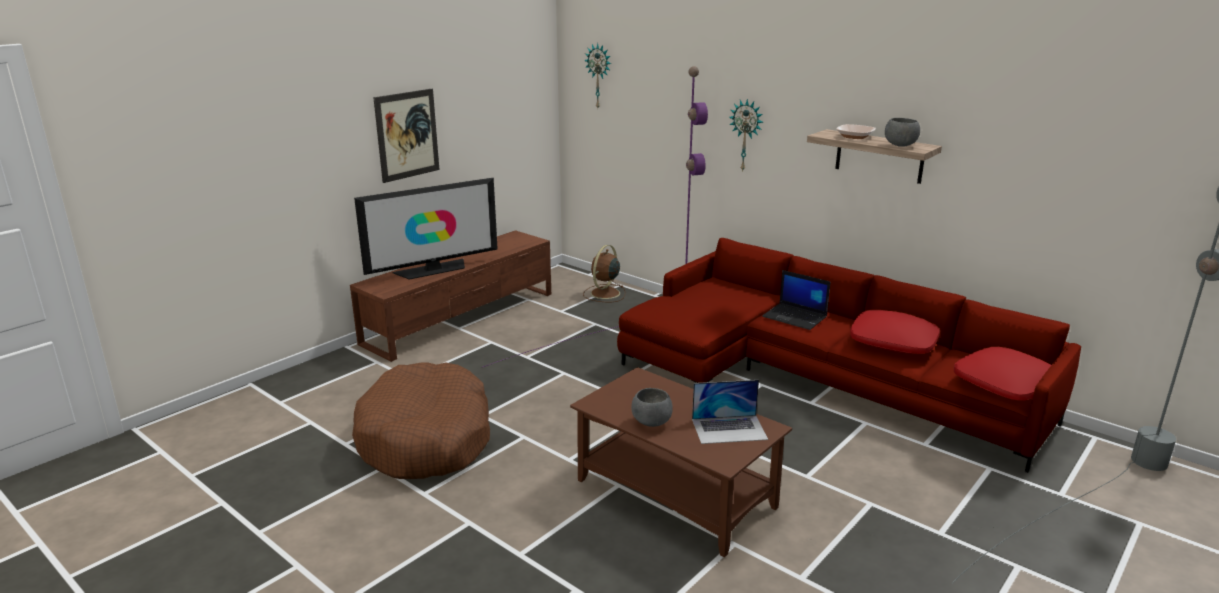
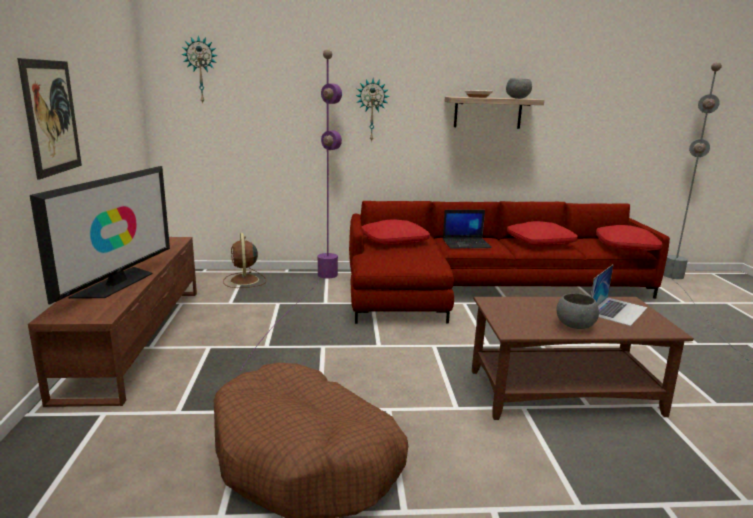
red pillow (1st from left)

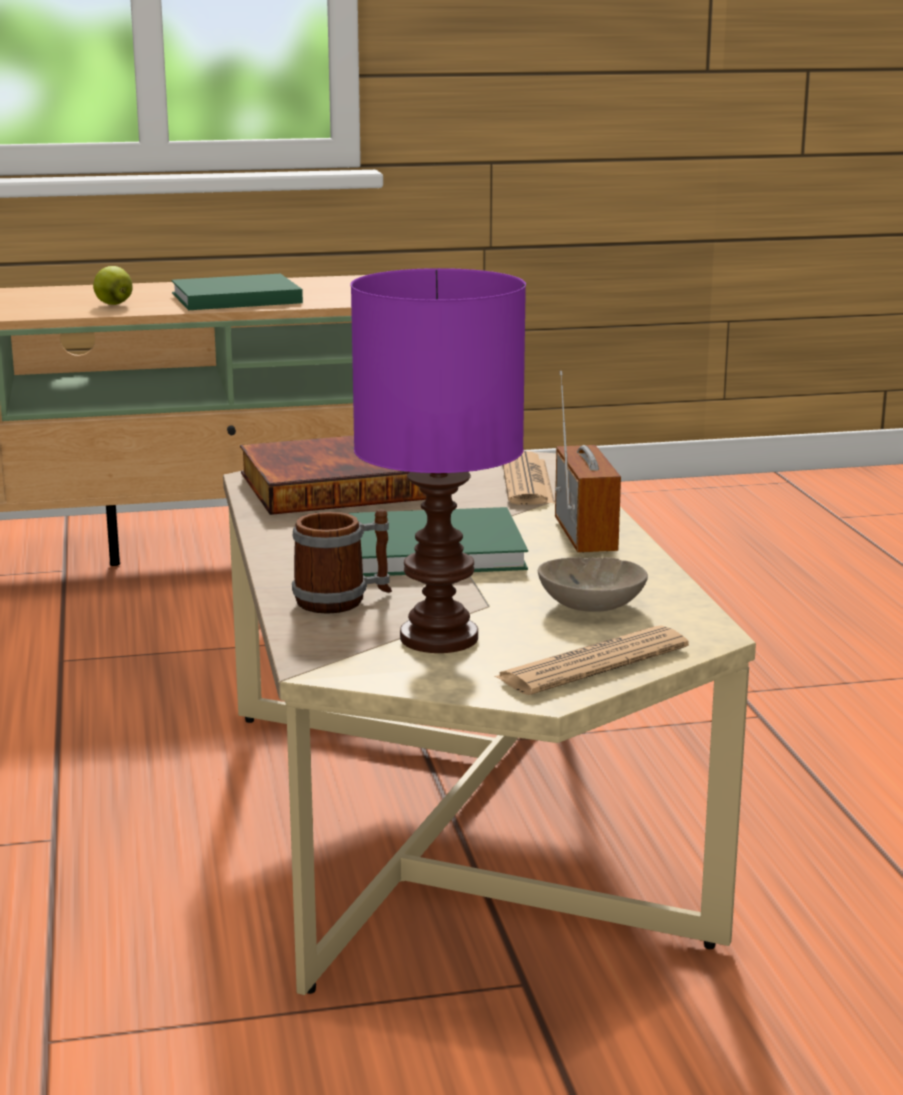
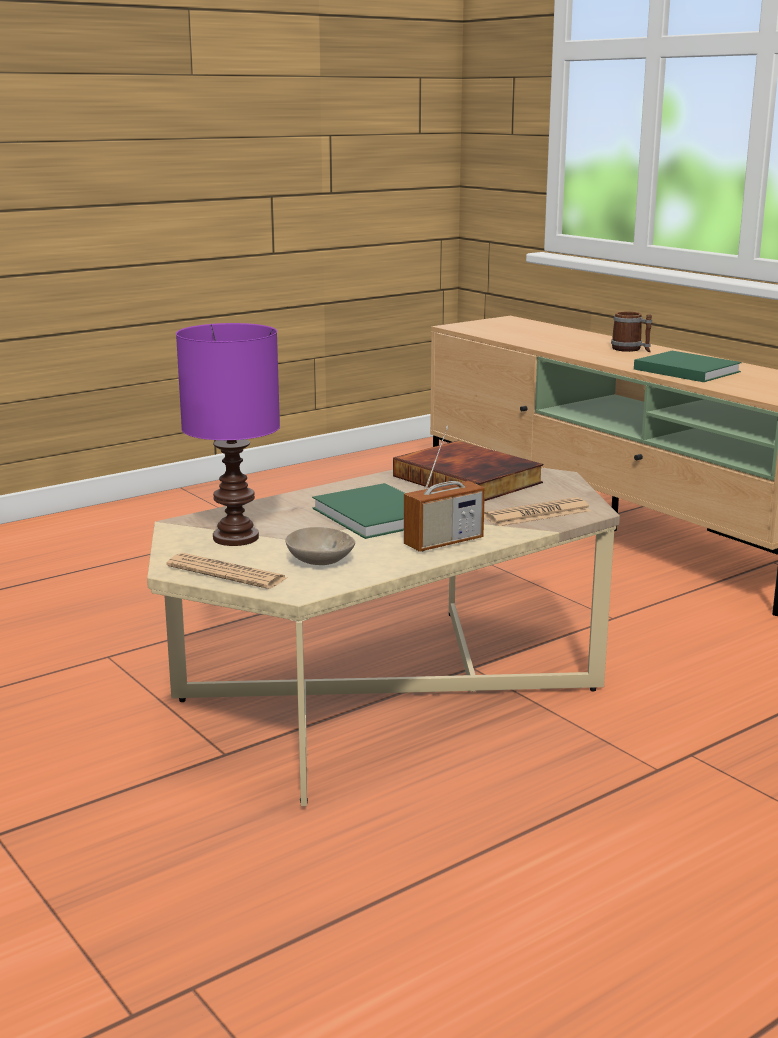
apple
mug

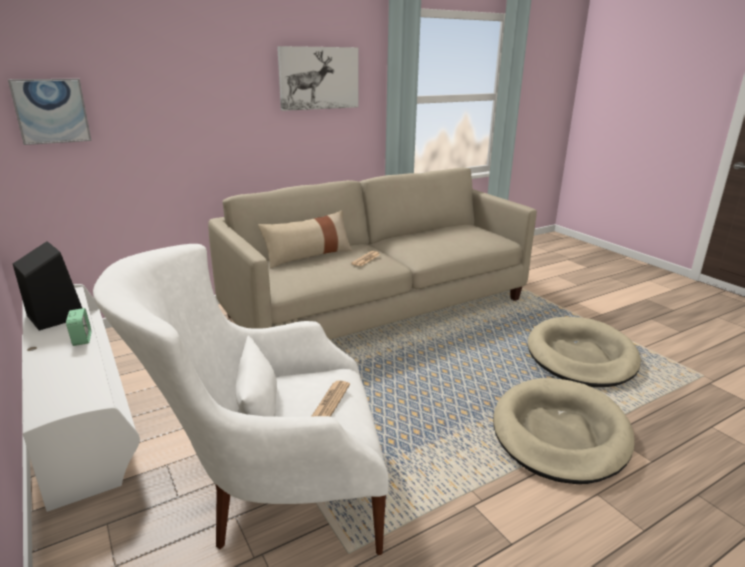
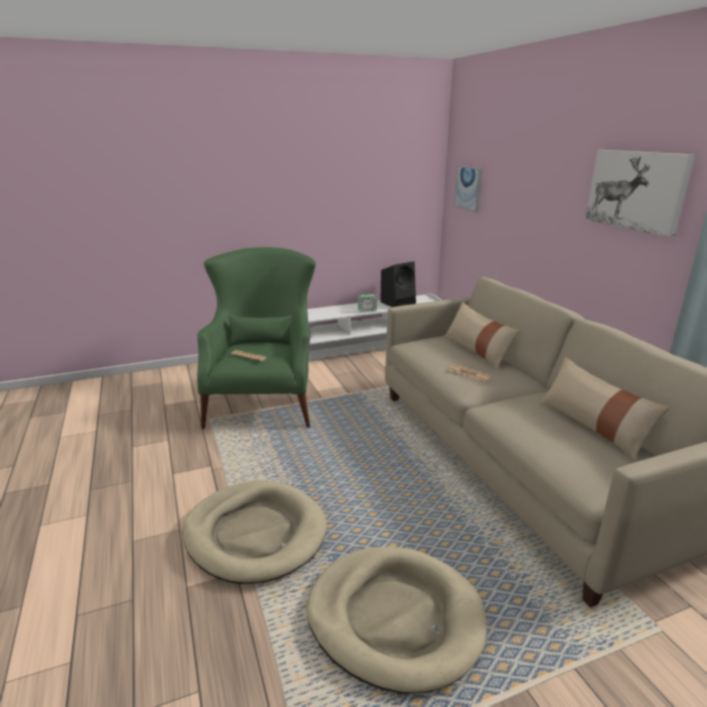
green armchair
beige pillow (2nd from left)

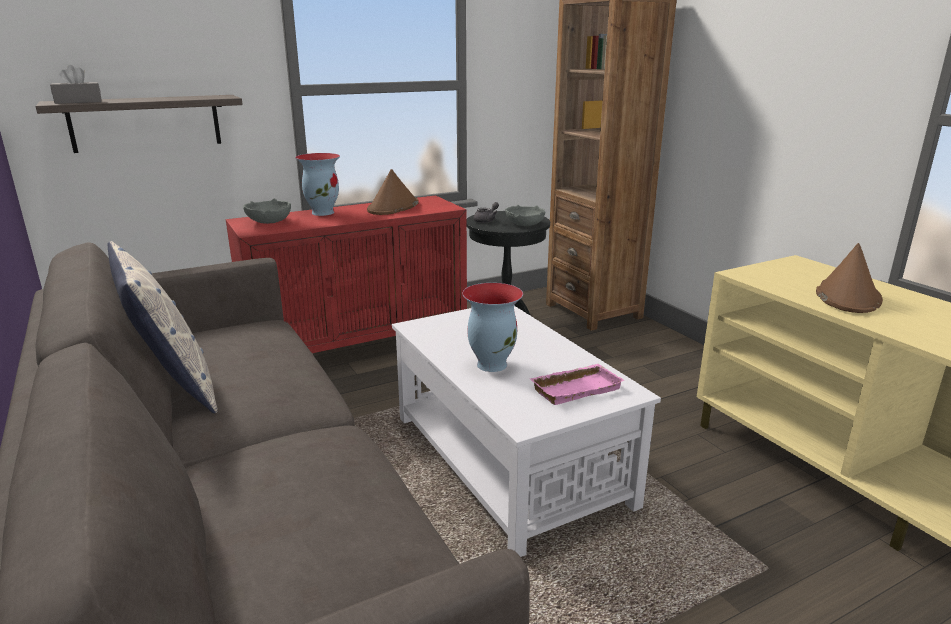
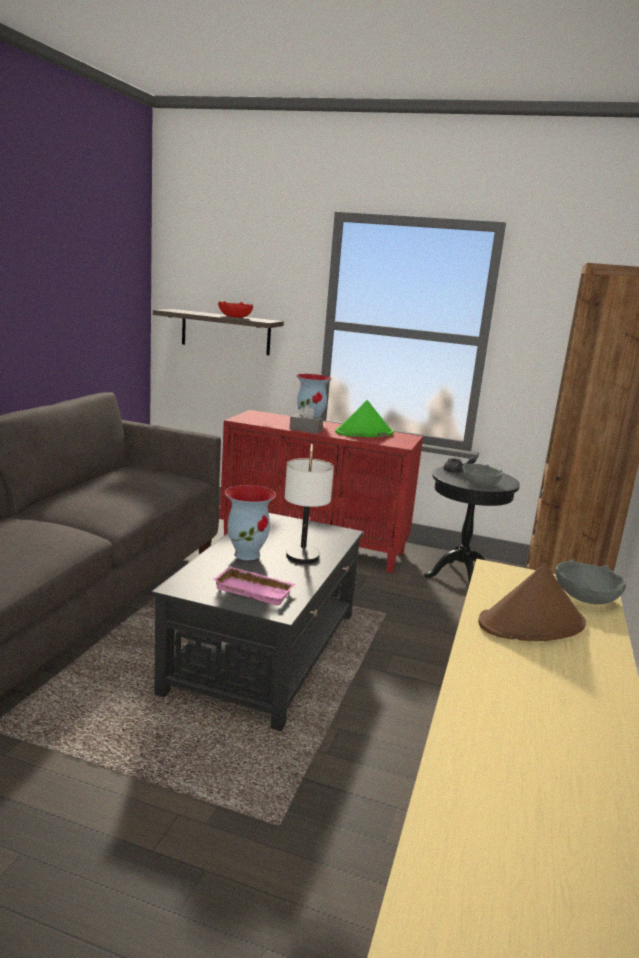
grey tissue box
pillow
grey bowl (2nd from left)
green hat
black coffee table
red bowl
table lamp

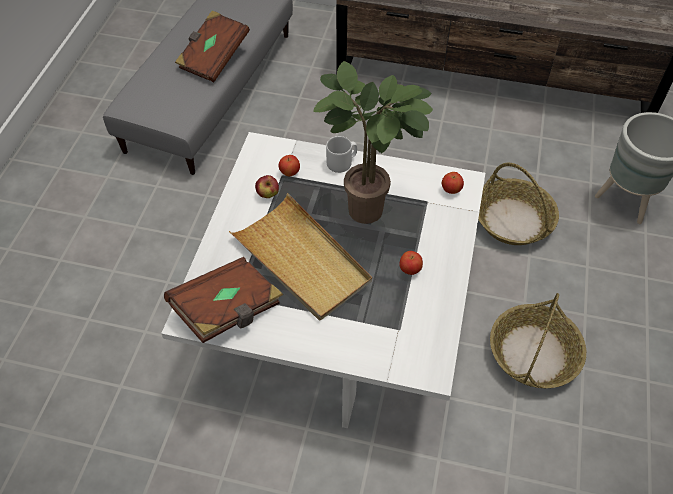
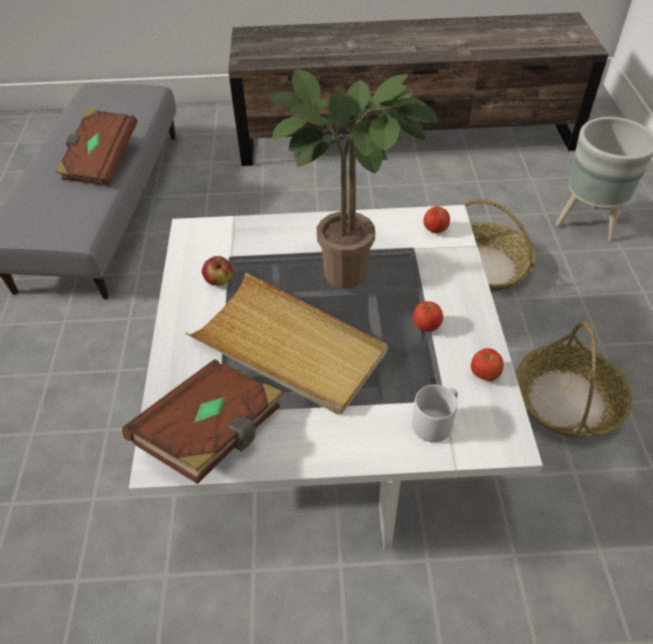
apple (4th from left)
grey mug

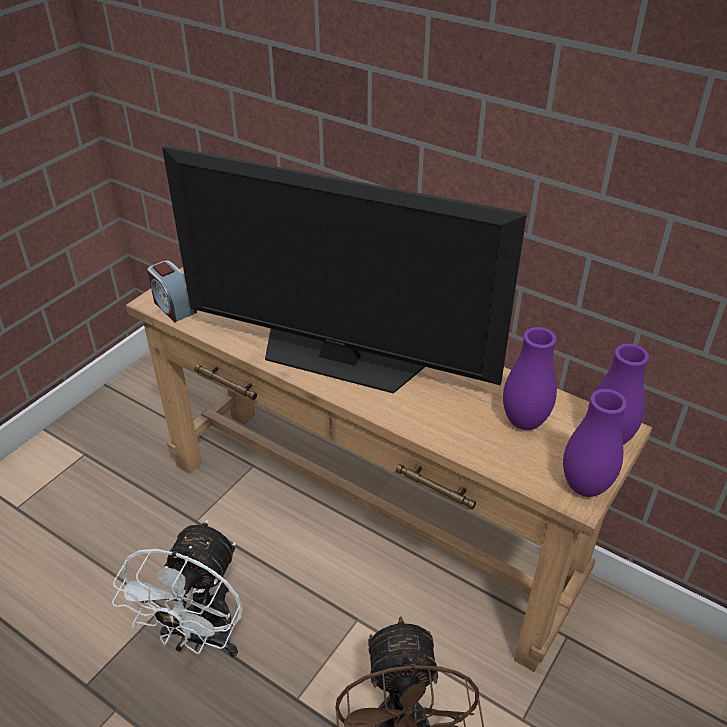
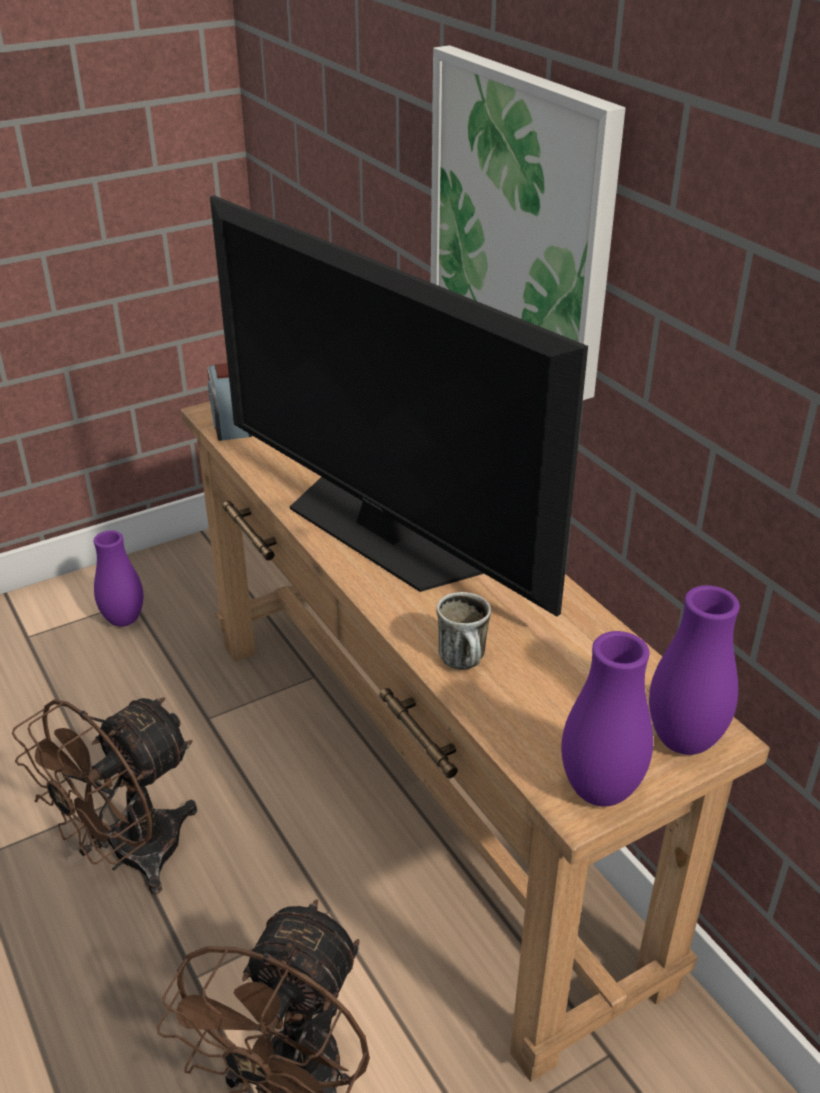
brown fan (1st from left)
purple vase (1st from left)
picture
mug

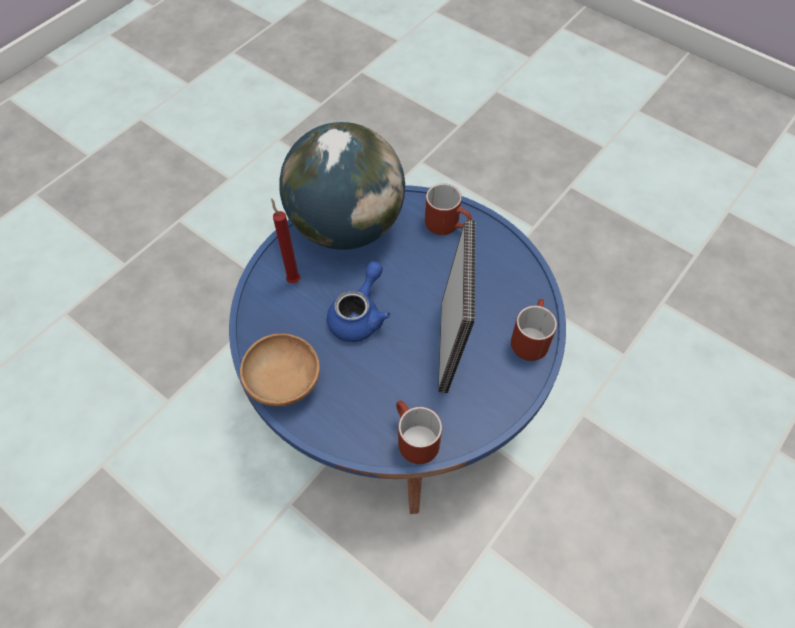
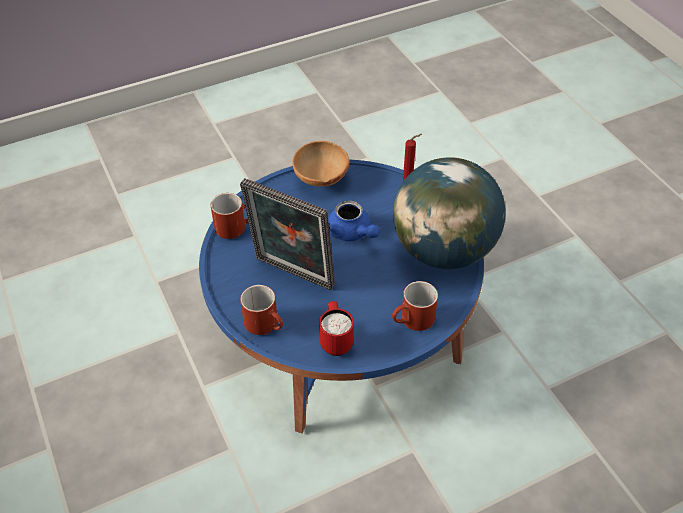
red mug (3rd from left)

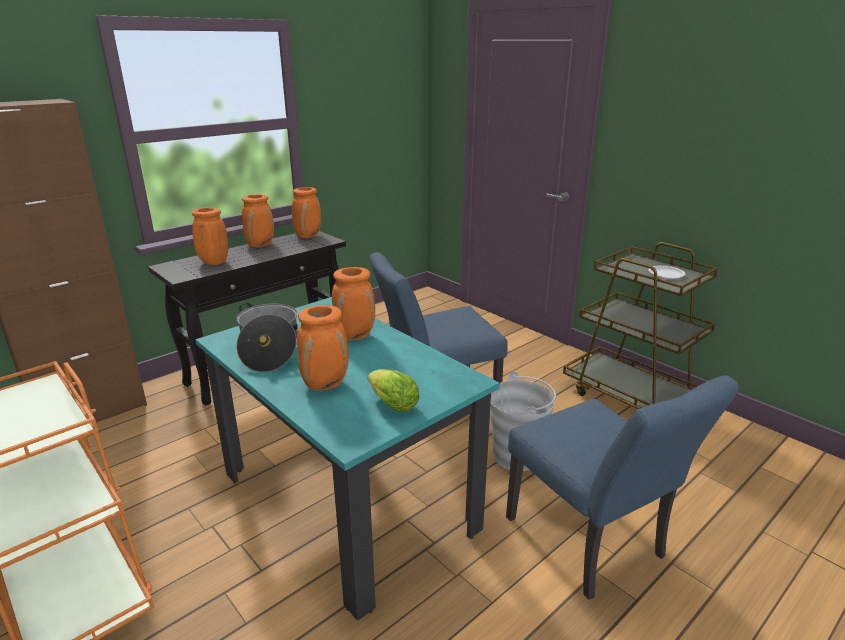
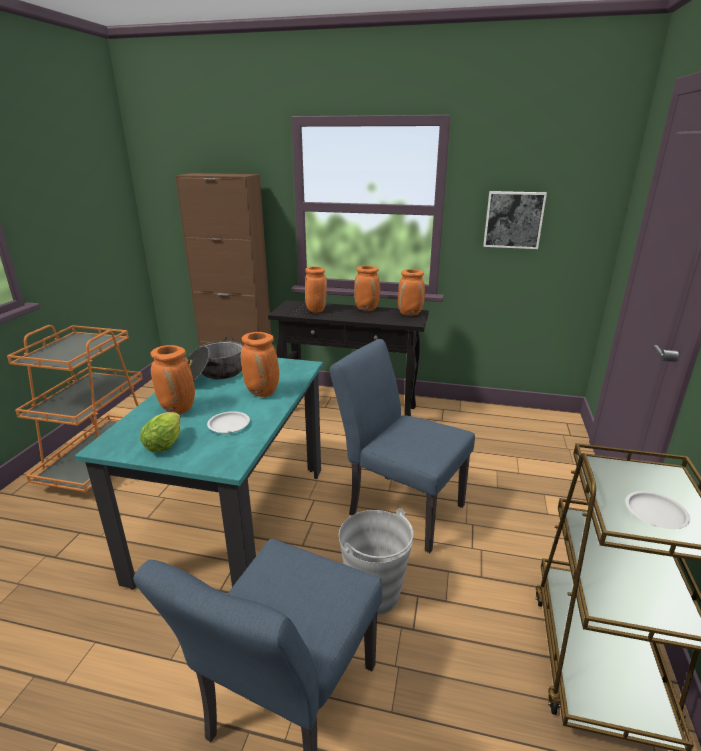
white plate (1st from left)
picture

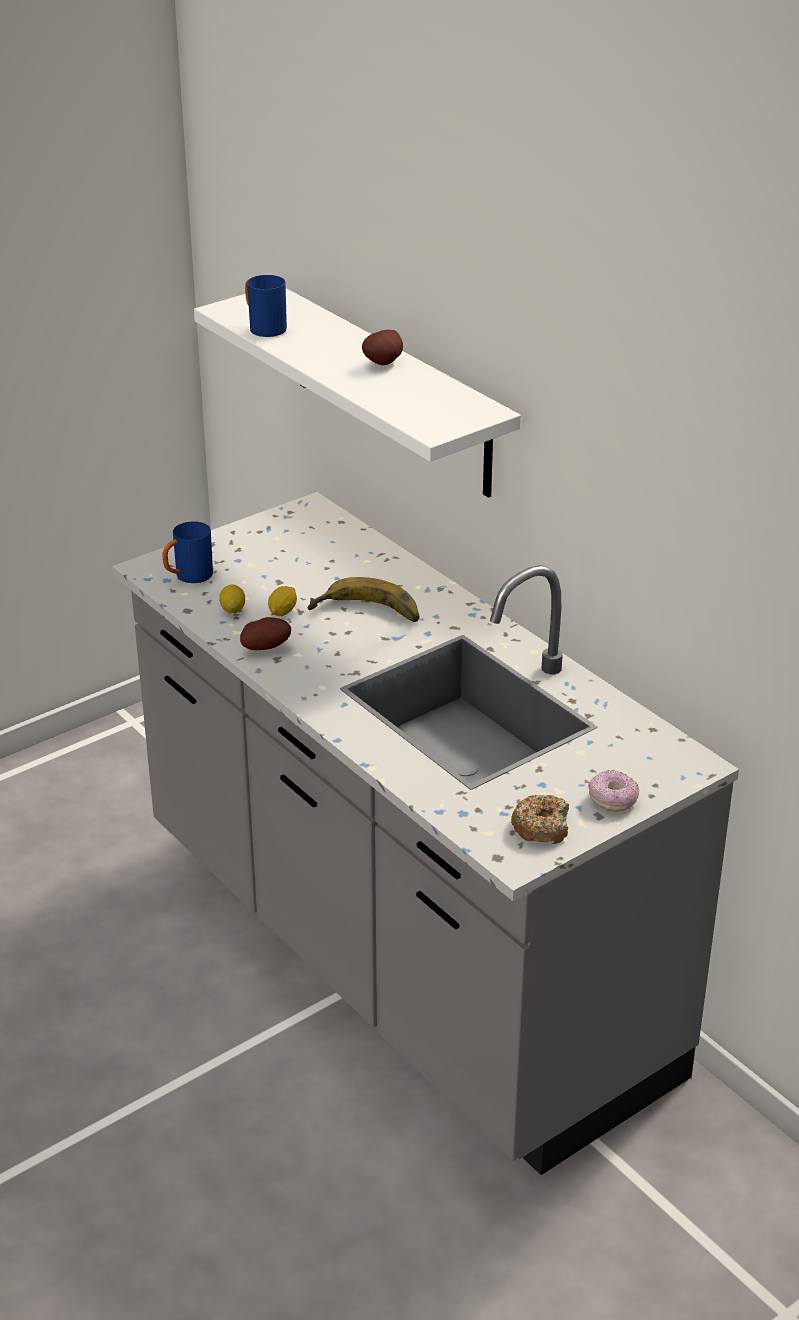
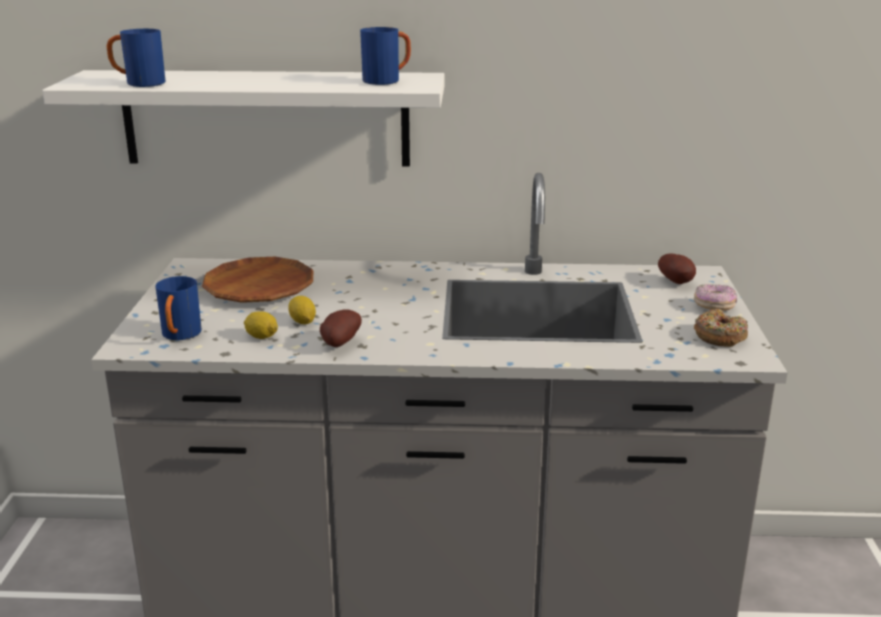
banana
potato (2nd from left)
brown plate
blue mug (3rd from left)

